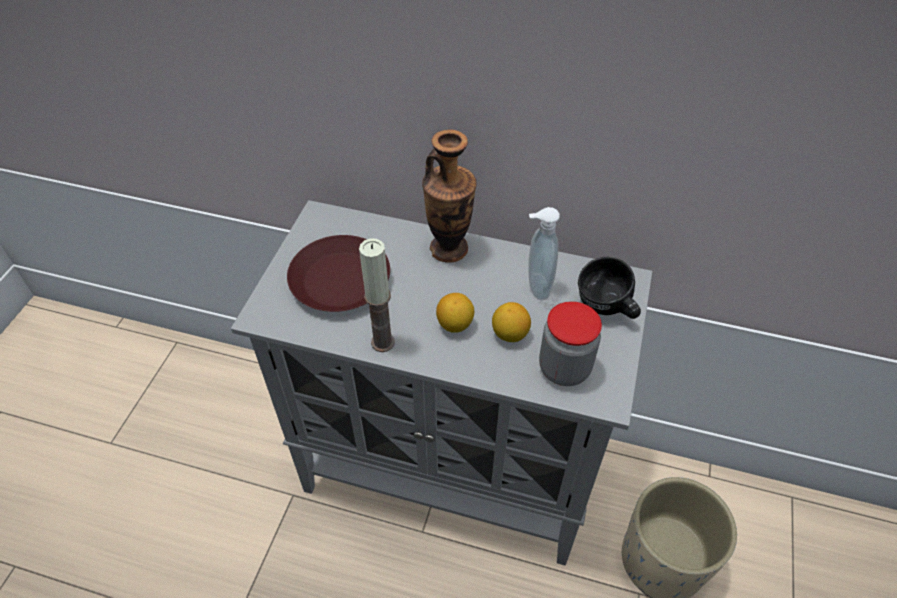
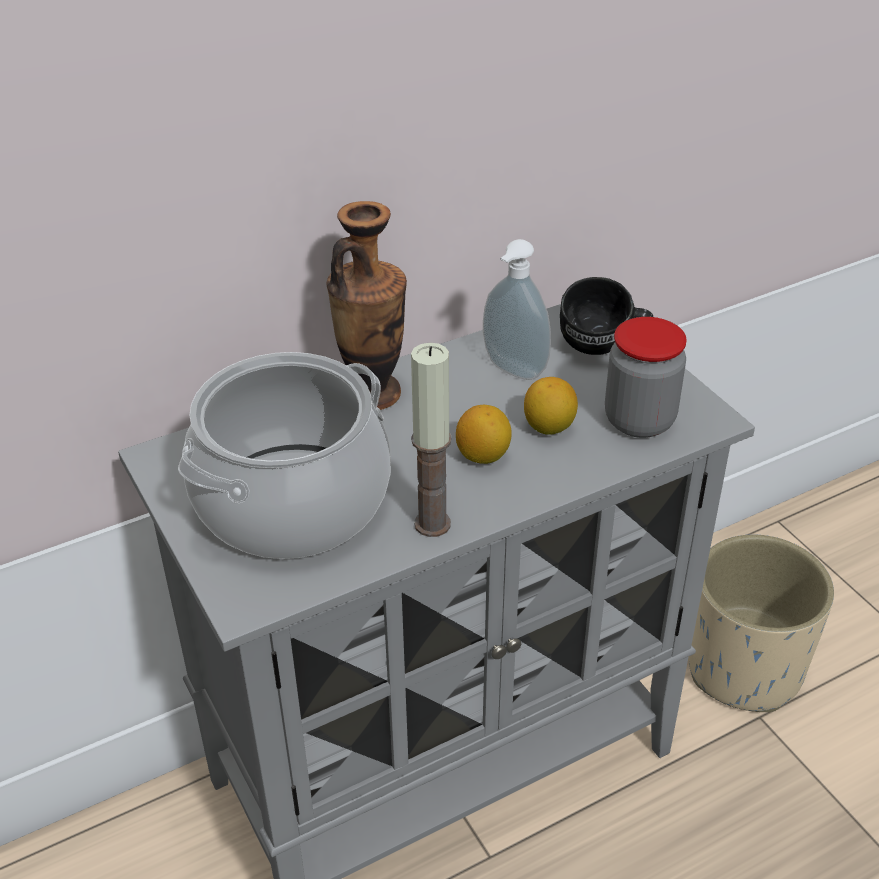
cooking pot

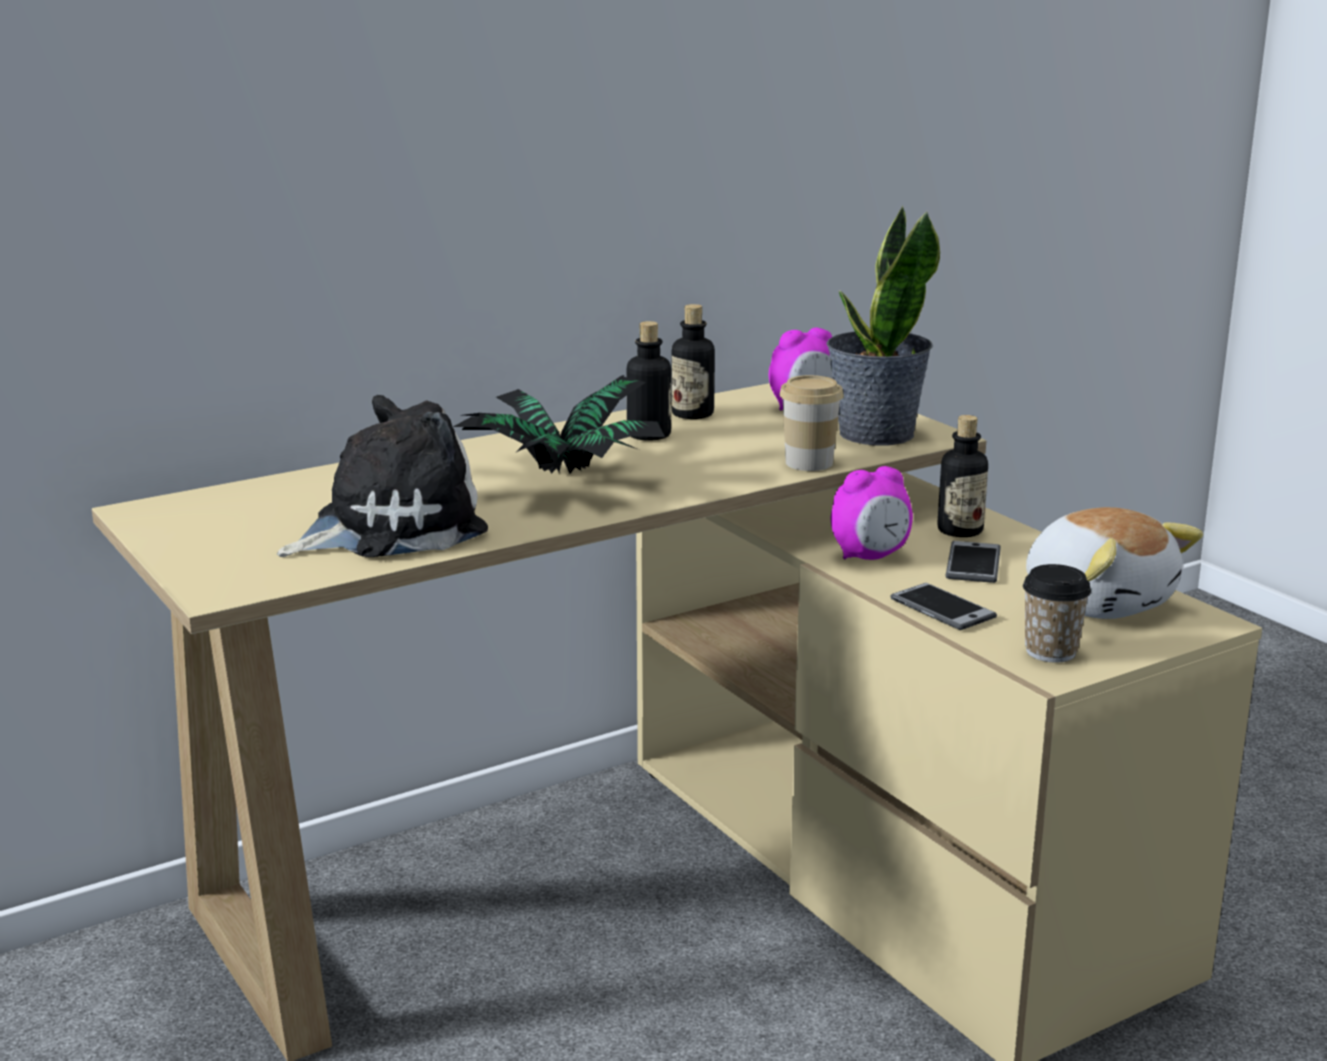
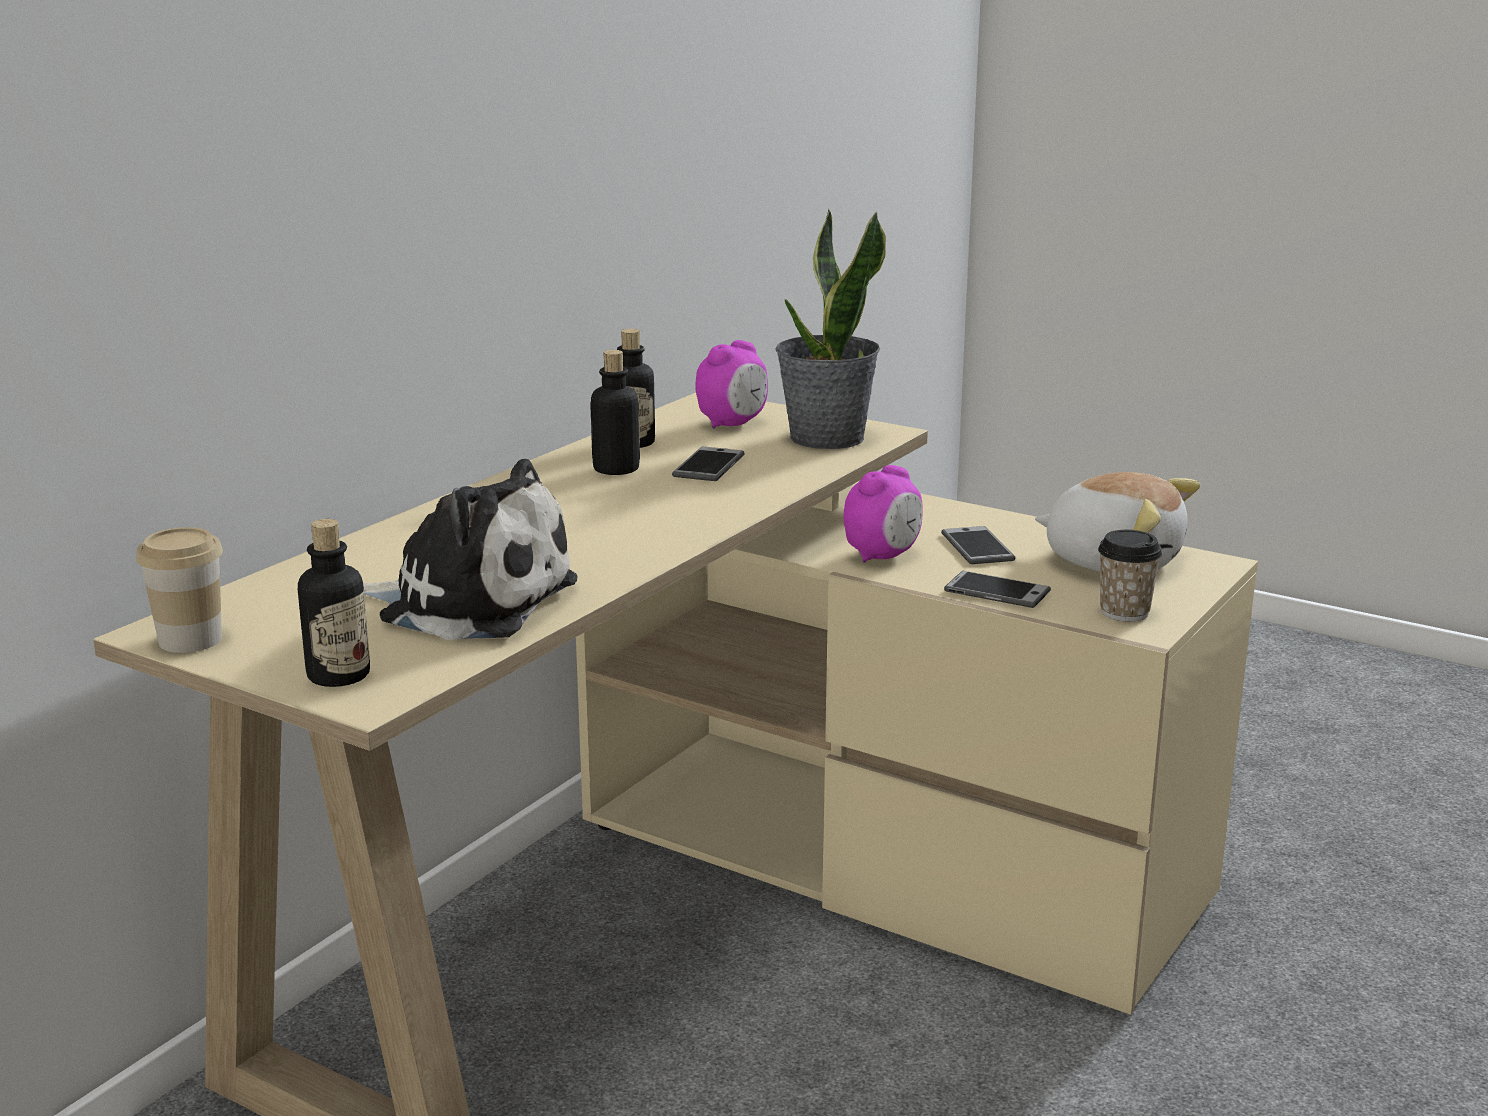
plush toy (1st from left)
potted plant (1st from left in the first image)
cup (1st from left)
bottle (1st from left)
phone (1st from left)

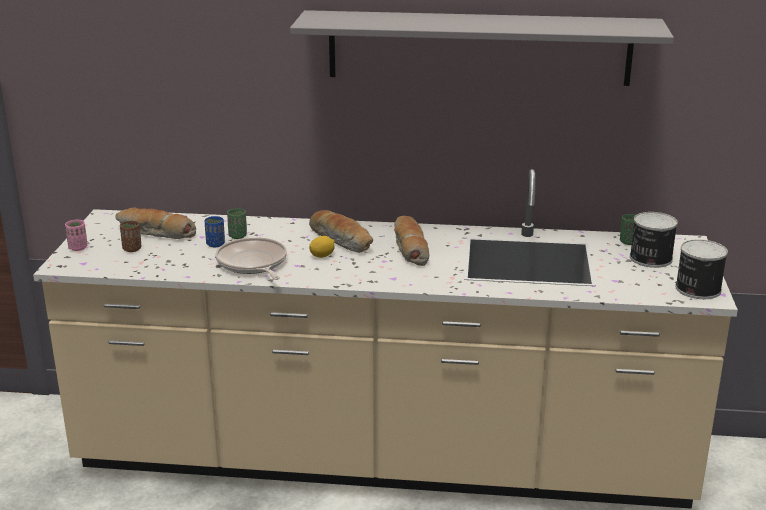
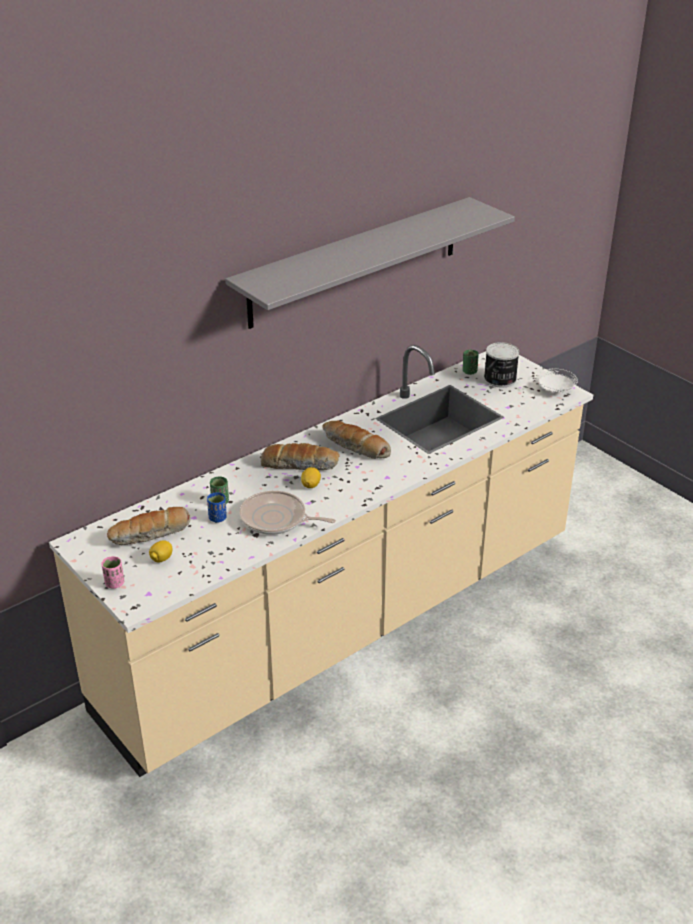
lemon (1st from left)
white plate

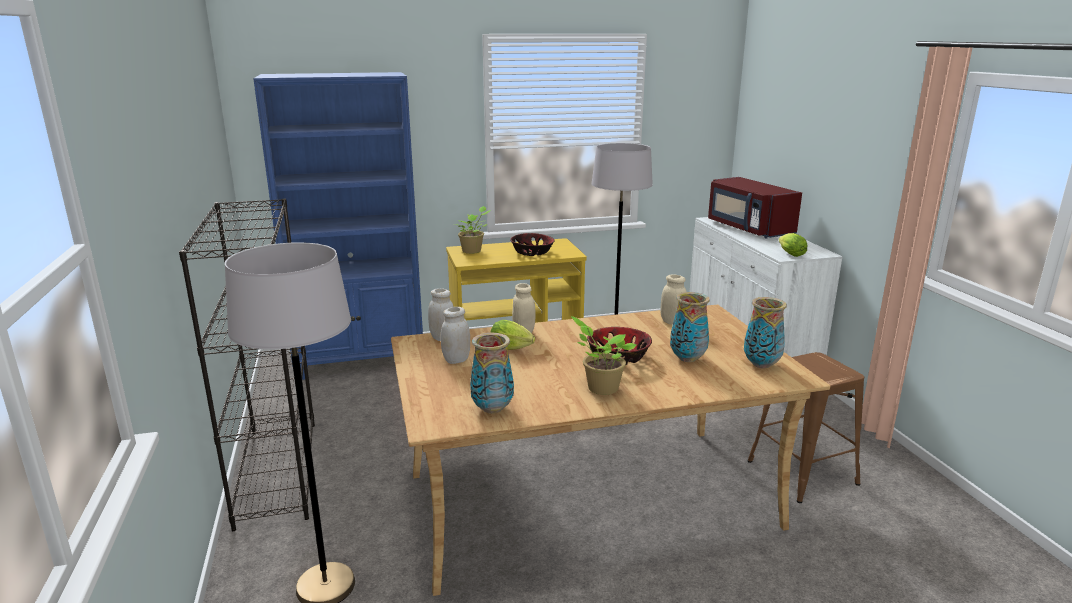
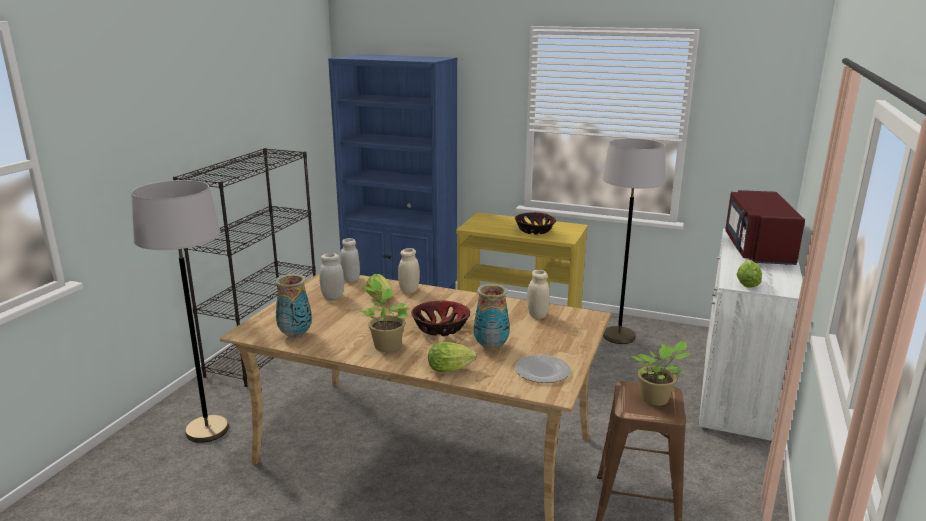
potted plant (2nd from left)
plate
lettuce (2nd from left)

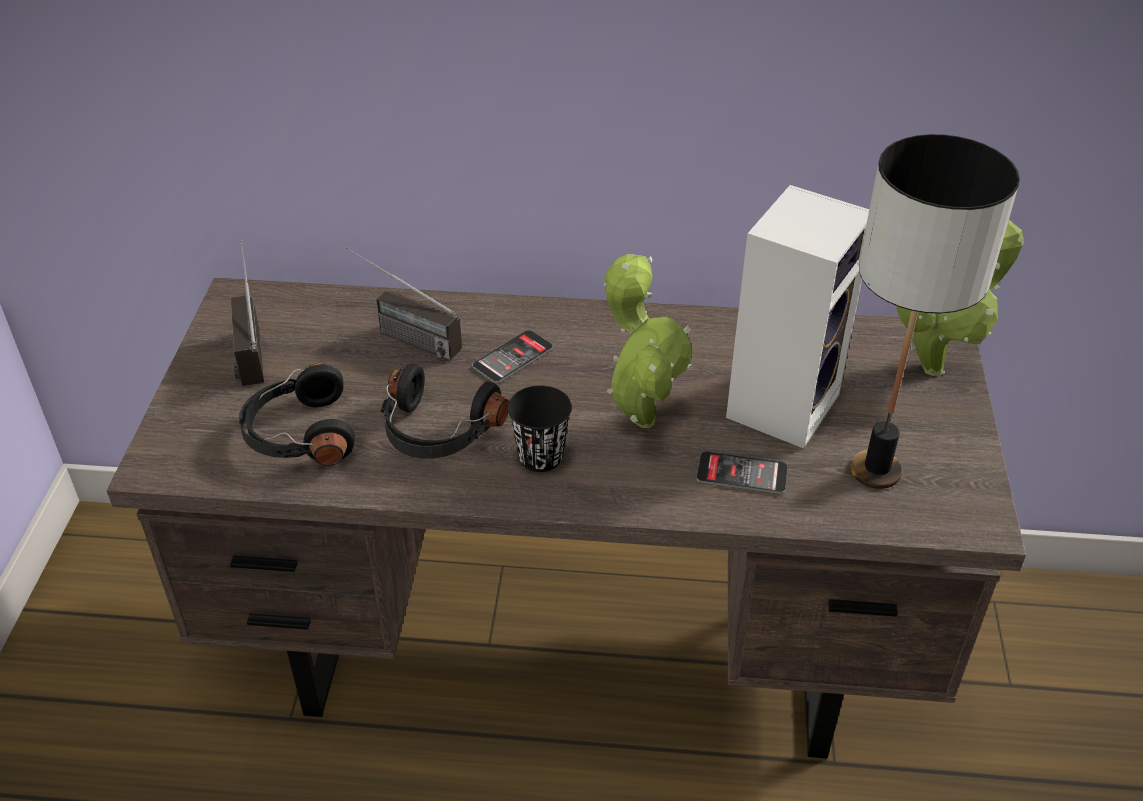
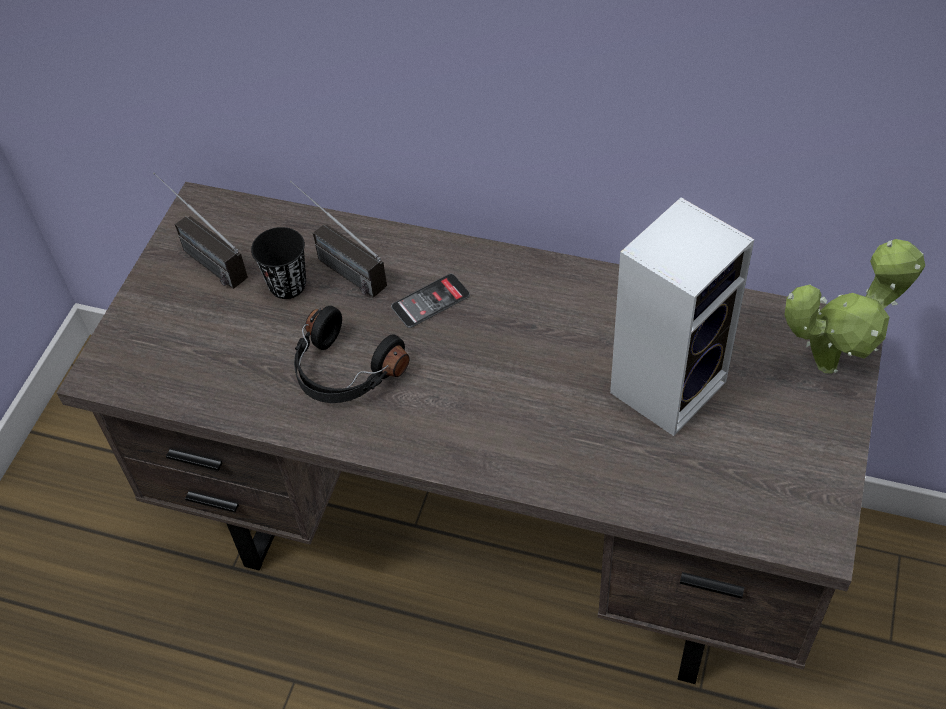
radio (1st from left)
black headphones (1st from left in the first image)
black cup
potted plant (1st from left in the first image)
phone (2nd from left in the first image)
table lamp

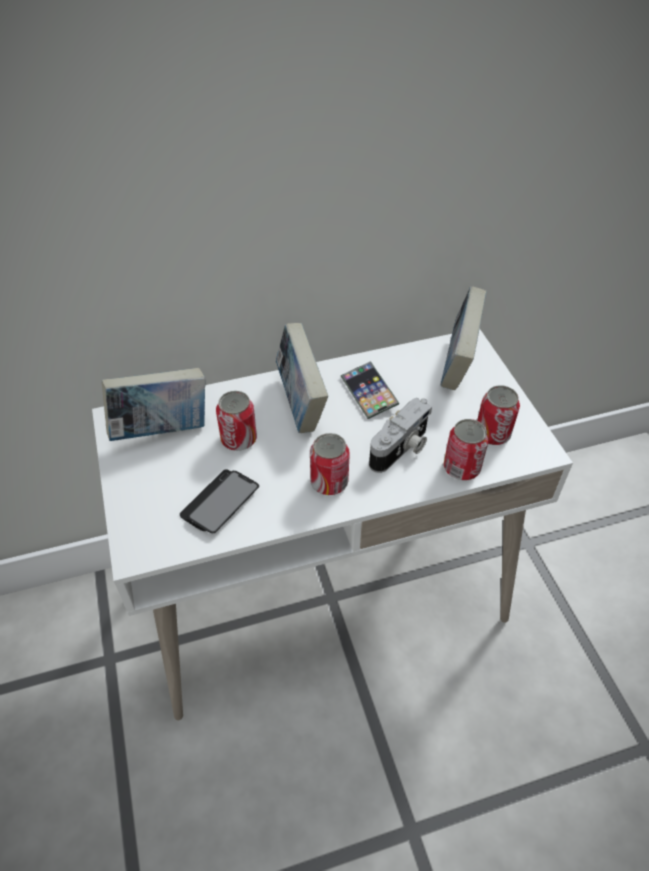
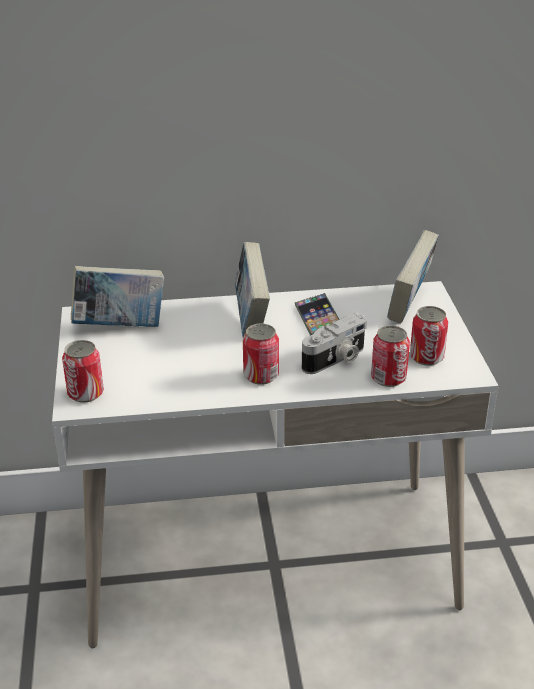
phone (1st from left in the first image)
can (1st from left)

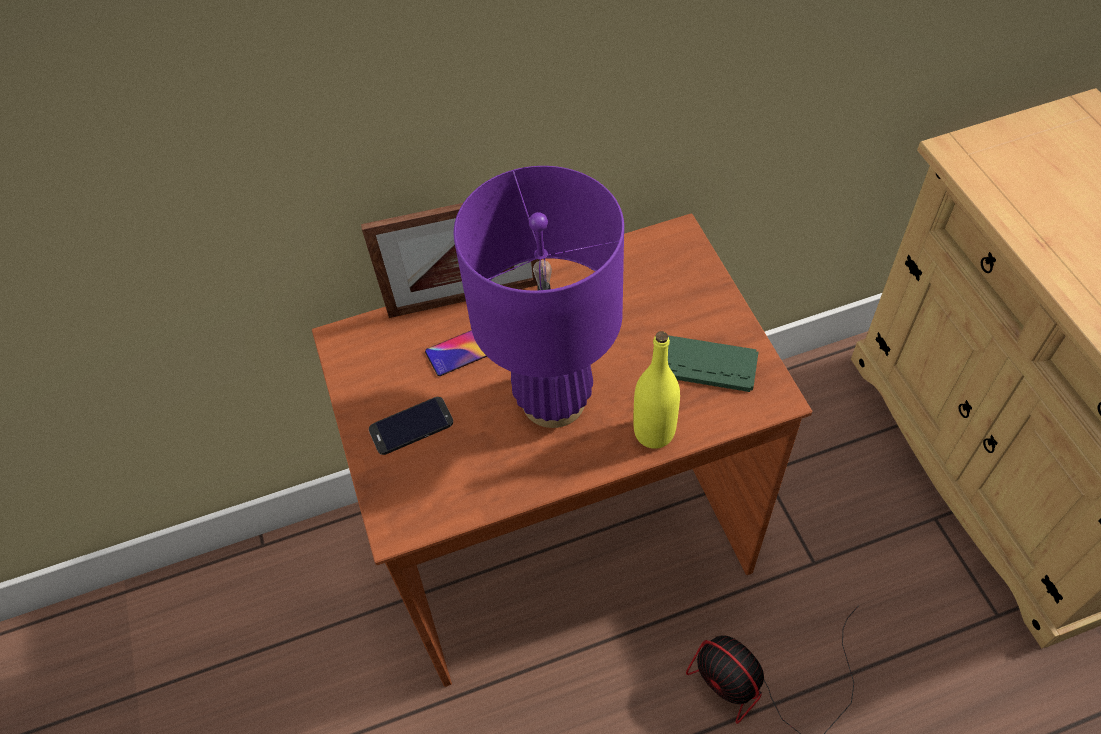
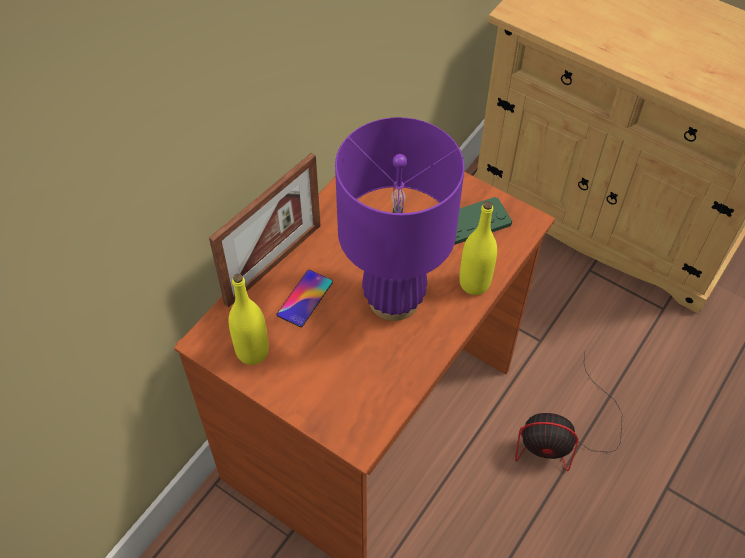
phone (1st from left in the first image)
yellow bottle (1st from left)

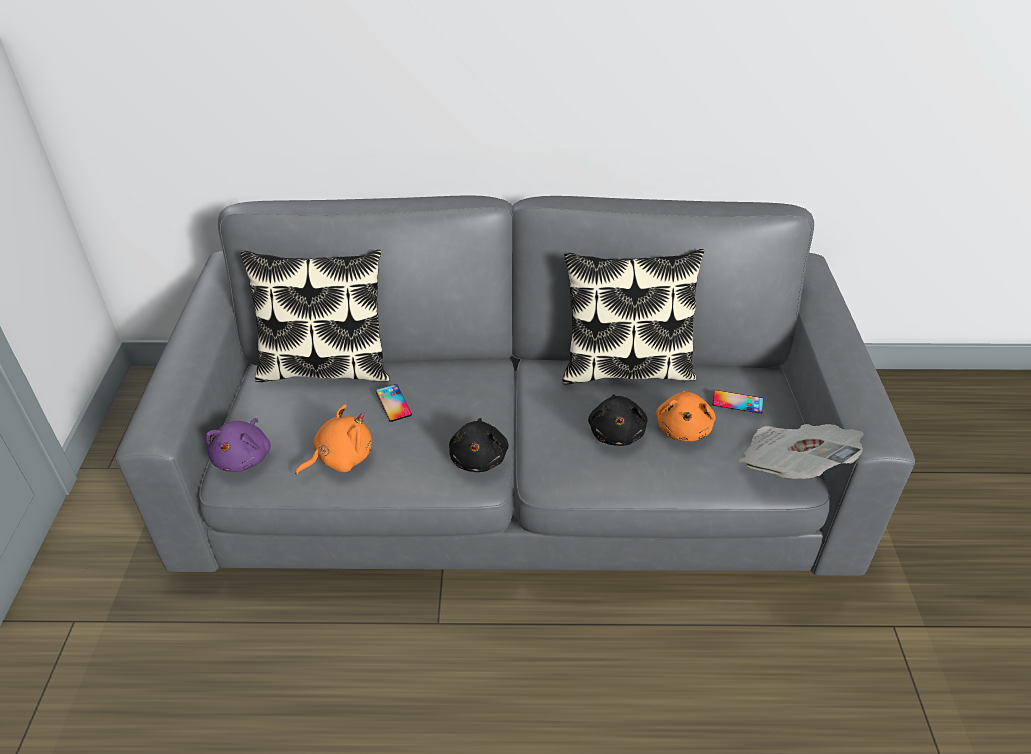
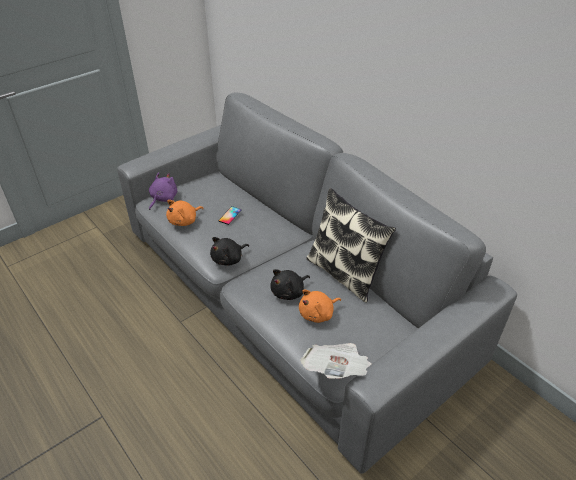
purple plush toy
pillow (1st from left in the first image)
orange plush toy (1st from left)
phone (2nd from left in the first image)

